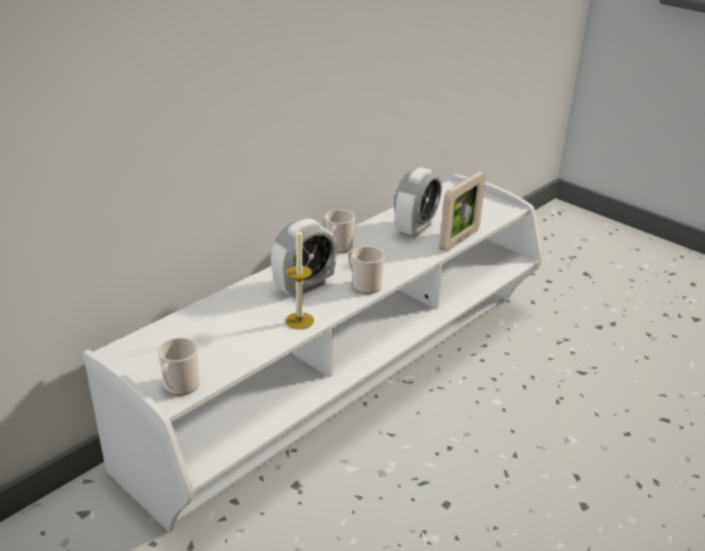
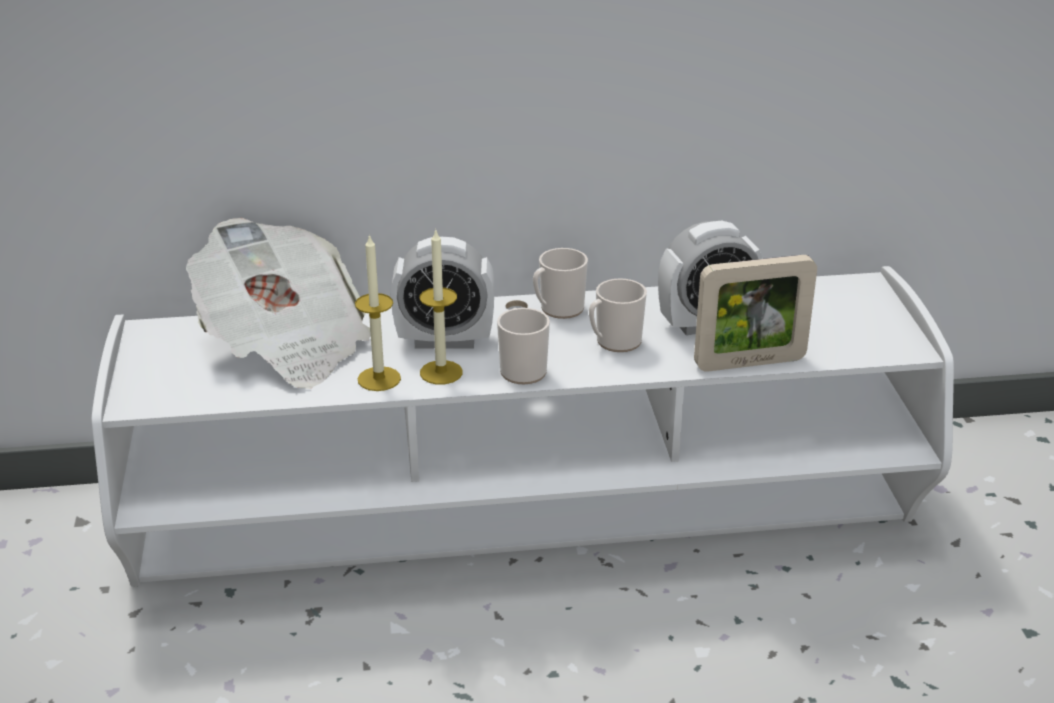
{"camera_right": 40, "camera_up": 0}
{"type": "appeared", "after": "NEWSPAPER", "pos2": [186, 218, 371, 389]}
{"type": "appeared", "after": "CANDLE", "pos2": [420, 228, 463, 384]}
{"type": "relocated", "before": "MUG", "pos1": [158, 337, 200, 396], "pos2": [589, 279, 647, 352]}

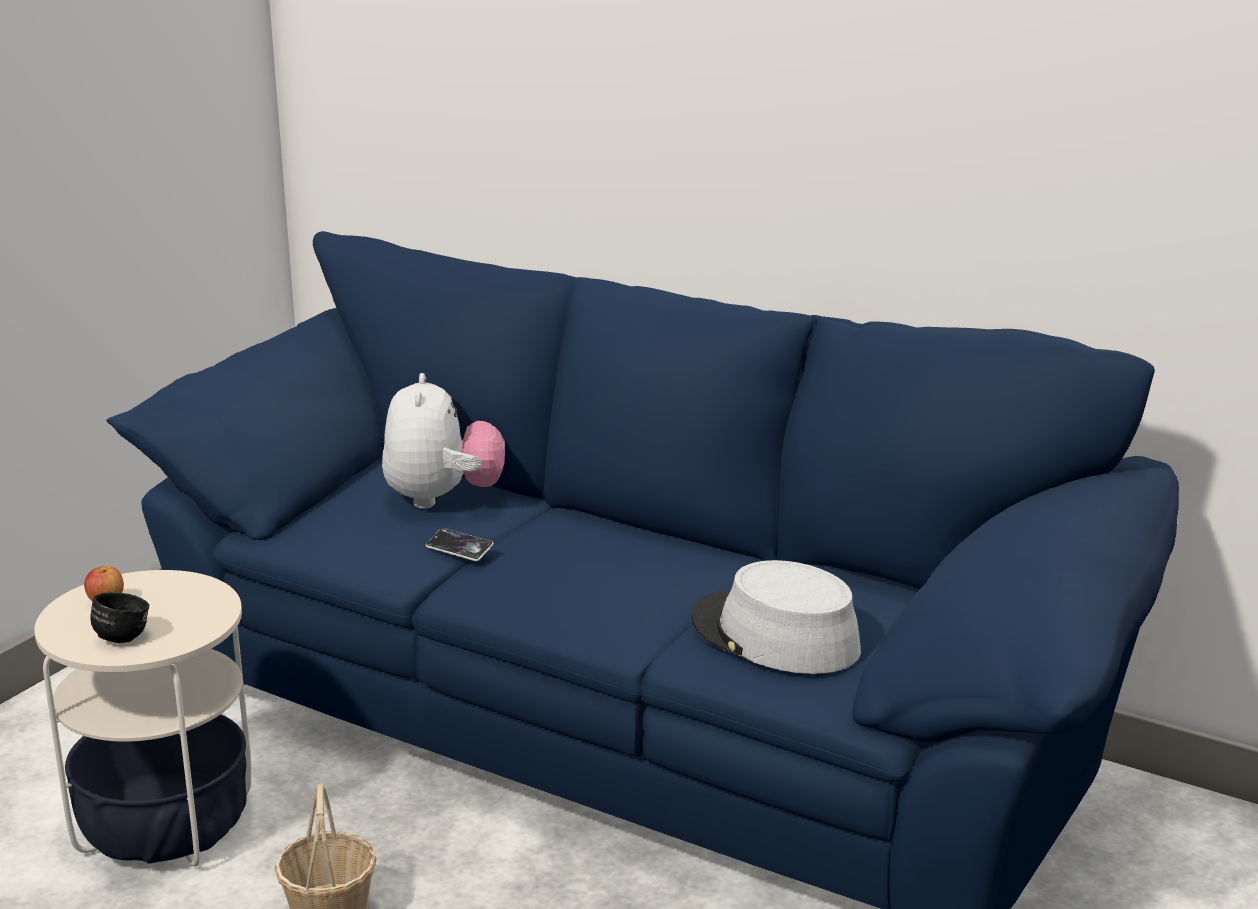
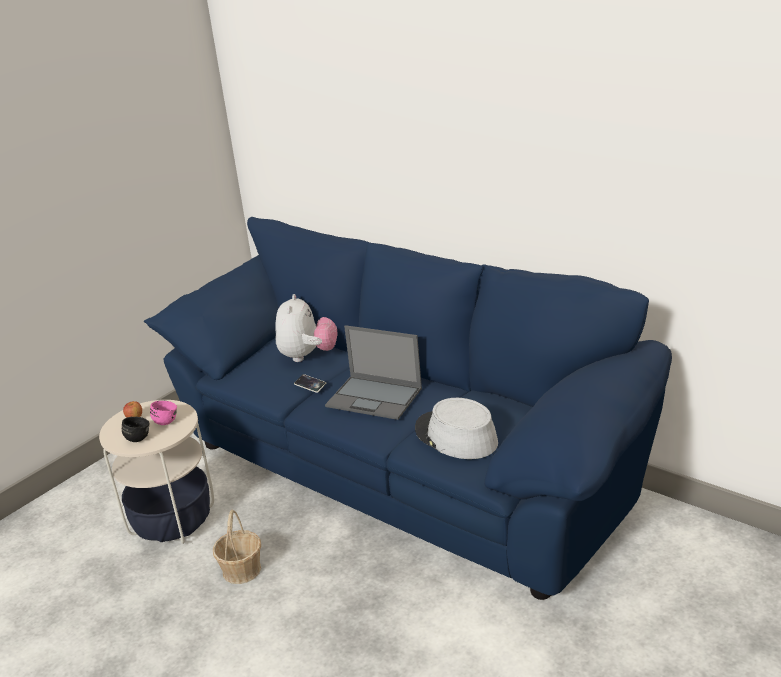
{"camera_right": 10, "camera_up": 5}
{"type": "appeared", "after": "PINK MUG", "pos2": [150, 400, 177, 425]}
{"type": "appeared", "after": "LAPTOP", "pos2": [325, 325, 422, 420]}

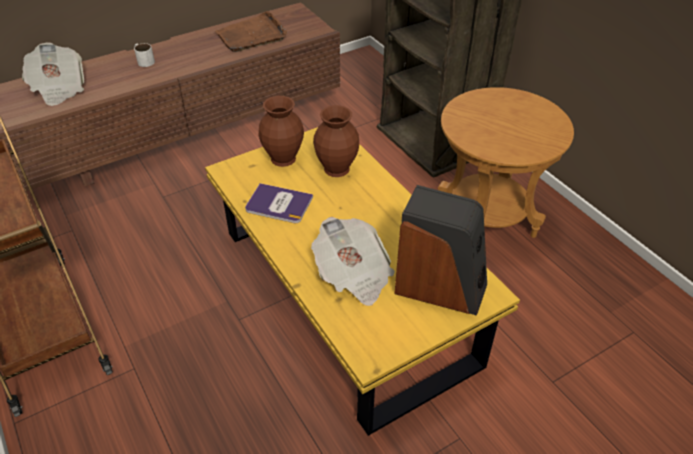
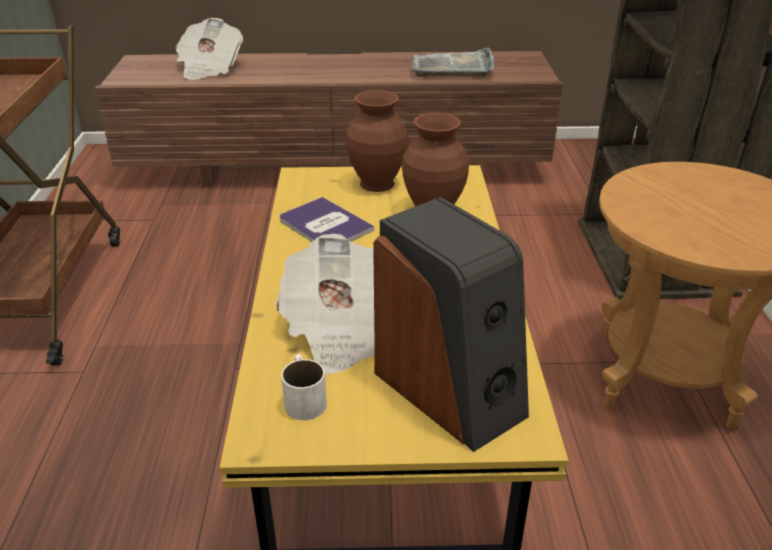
{"camera_right": 30, "camera_up": -10}
{"type": "relocated", "before": "WHITE MUG", "pos1": [134, 43, 155, 67], "pos2": [281, 354, 327, 420]}
{"type": "colour", "before": "BROWN TRAY", "after": "GREY TRAY", "pos1": [215, 11, 288, 52], "pos2": [412, 48, 494, 77]}

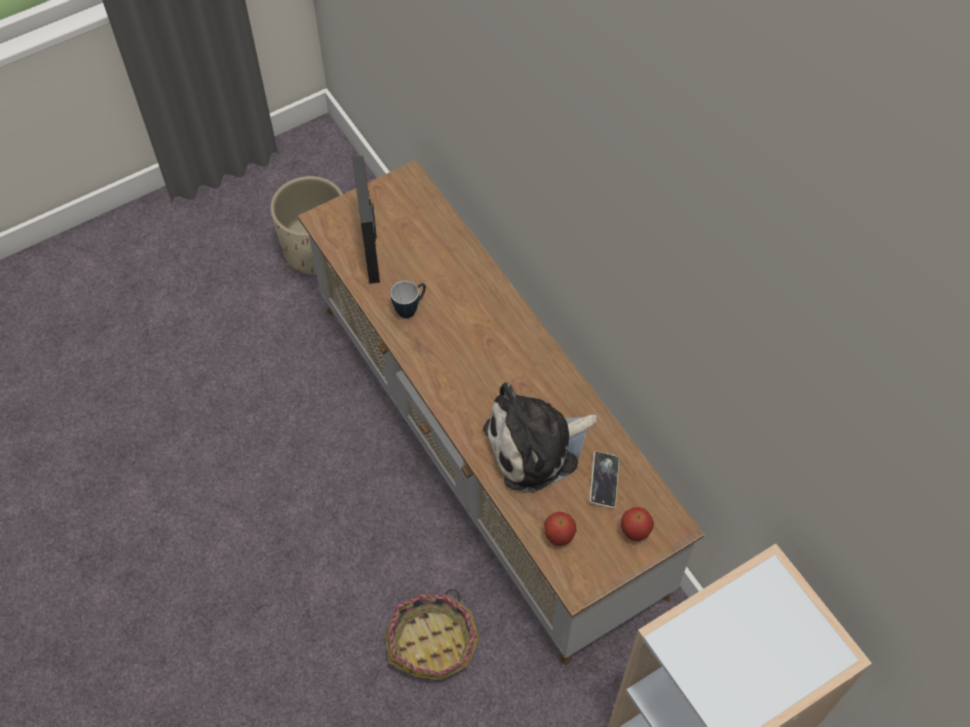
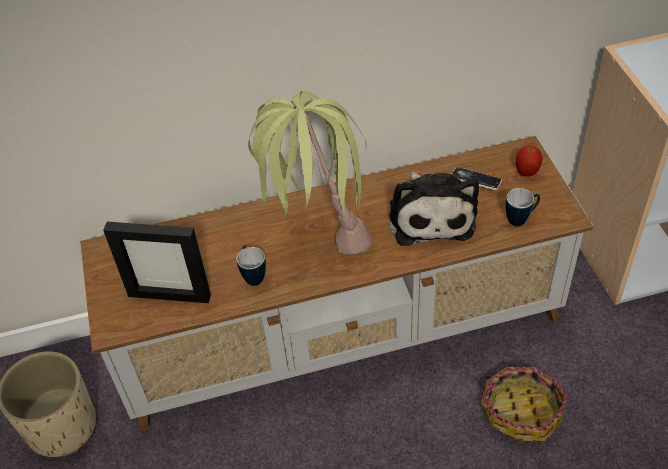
{"camera_right": -70, "camera_up": -10}
{"type": "appeared", "after": "POTTED PLANT", "pos2": [248, 91, 371, 255]}
{"type": "exchanged", "before": "APPLE", "after": "MUG", "pos1": [544, 512, 576, 546], "pos2": [506, 188, 540, 226]}

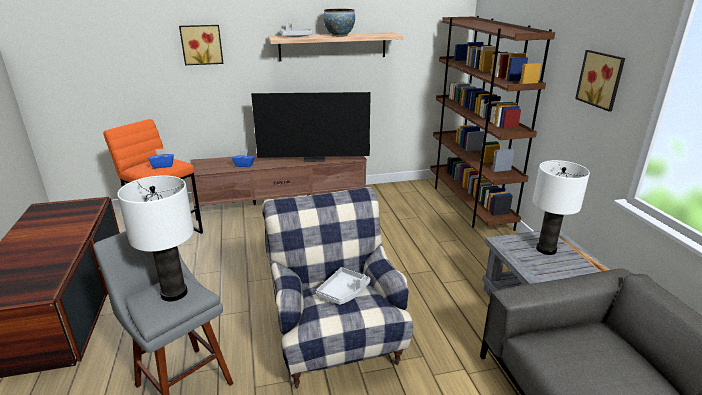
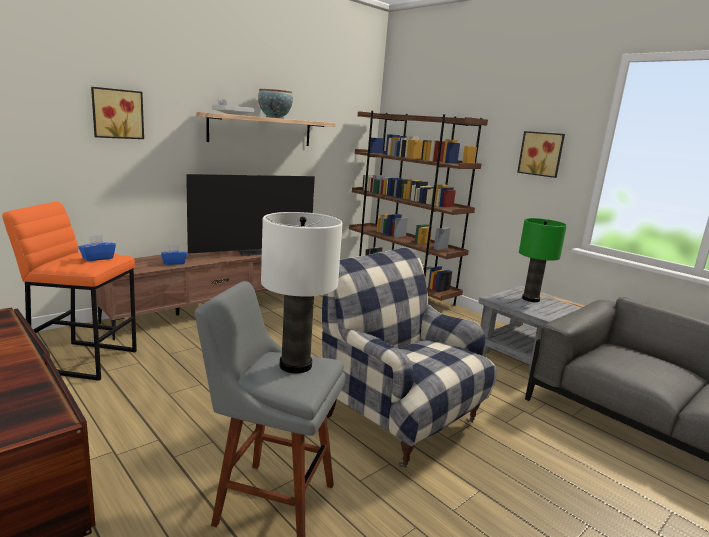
{"camera_right": -30, "camera_up": -10}
{"type": "colour", "before": "WHITE TABLE LAMP", "after": "GREEN TABLE LAMP", "pos1": [533, 160, 590, 255], "pos2": [519, 218, 567, 302]}
{"type": "missing", "before": "GREY TRAY", "pos1": [316, 267, 370, 305]}

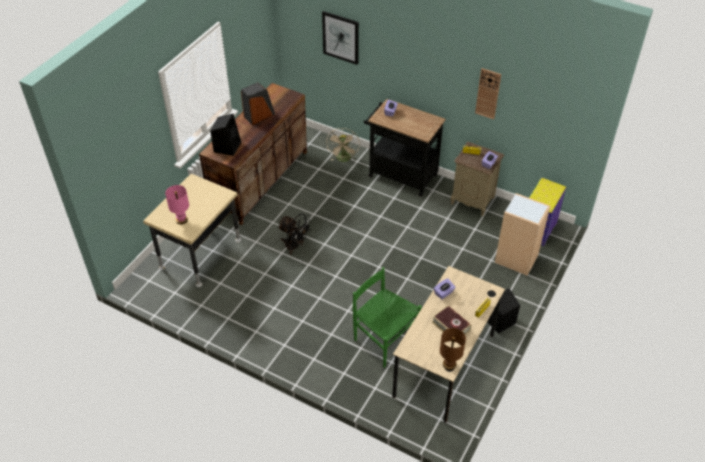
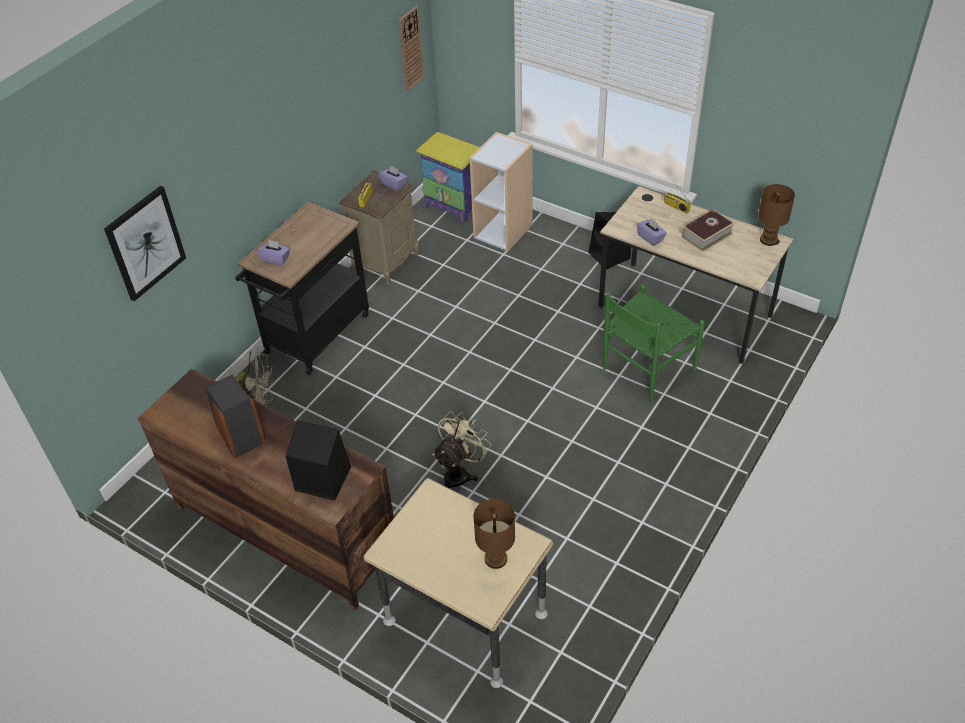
{"camera_right": -85, "camera_up": 0}
{"type": "relocated", "before": "WALL CLOCK", "pos1": [475, 68, 501, 119], "pos2": [399, 6, 424, 91]}
{"type": "colour", "before": "BLACK FAN", "after": "BEIGE FAN", "pos1": [278, 214, 312, 255], "pos2": [432, 411, 492, 488]}
{"type": "colour", "before": "PINK TABLE LAMP", "after": "BROWN TABLE LAMP", "pos1": [165, 185, 189, 224], "pos2": [474, 499, 515, 569]}

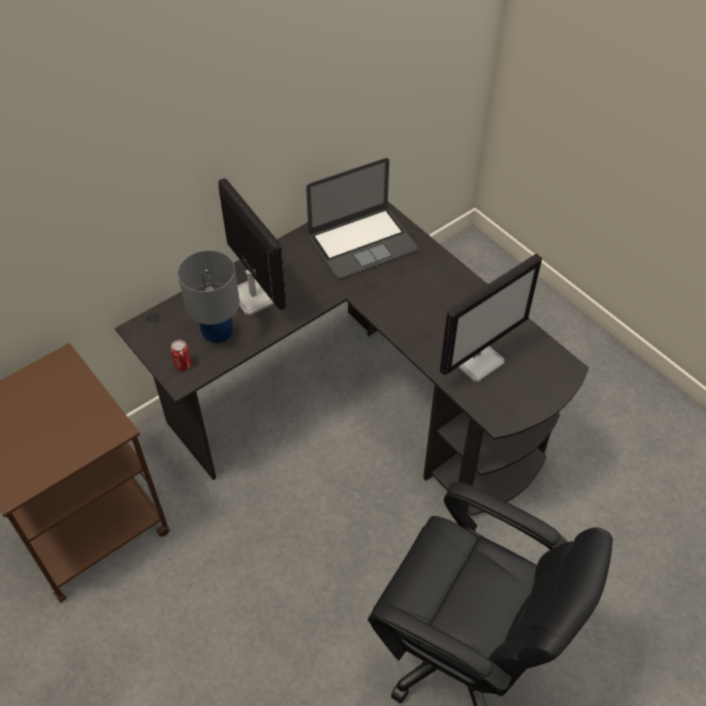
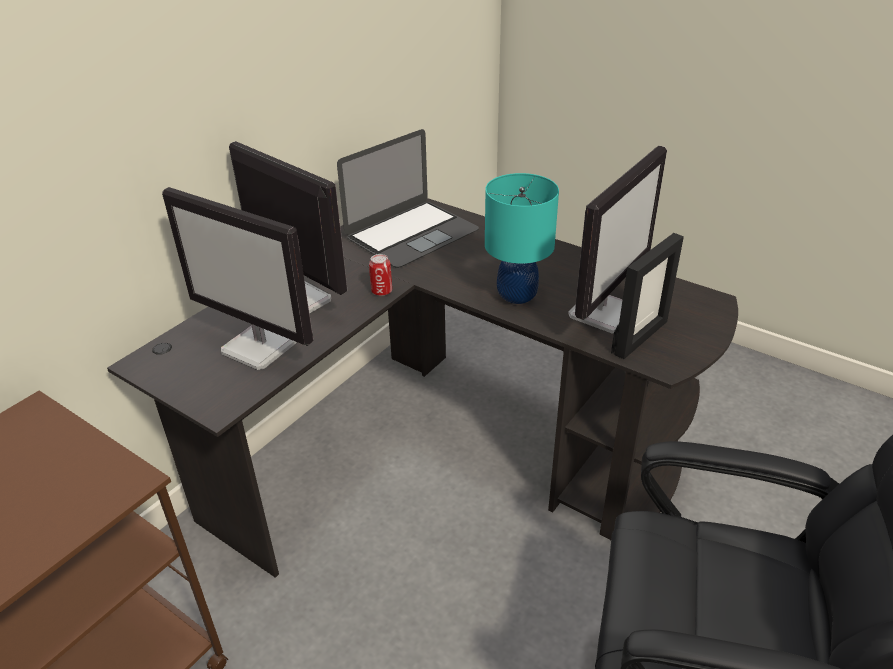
{"camera_right": -15, "camera_up": -15}
{"type": "exchanged", "before": "GREY TABLE LAMP", "after": "MONITOR", "pos1": [178, 250, 240, 343], "pos2": [162, 187, 313, 370]}
{"type": "relocated", "before": "CAN", "pos1": [170, 340, 192, 371], "pos2": [369, 254, 392, 296]}
{"type": "appeared", "after": "TURQUOISE TABLE LAMP", "pos2": [485, 173, 559, 304]}
{"type": "appeared", "after": "PICTURE FRAME", "pos2": [611, 233, 684, 359]}

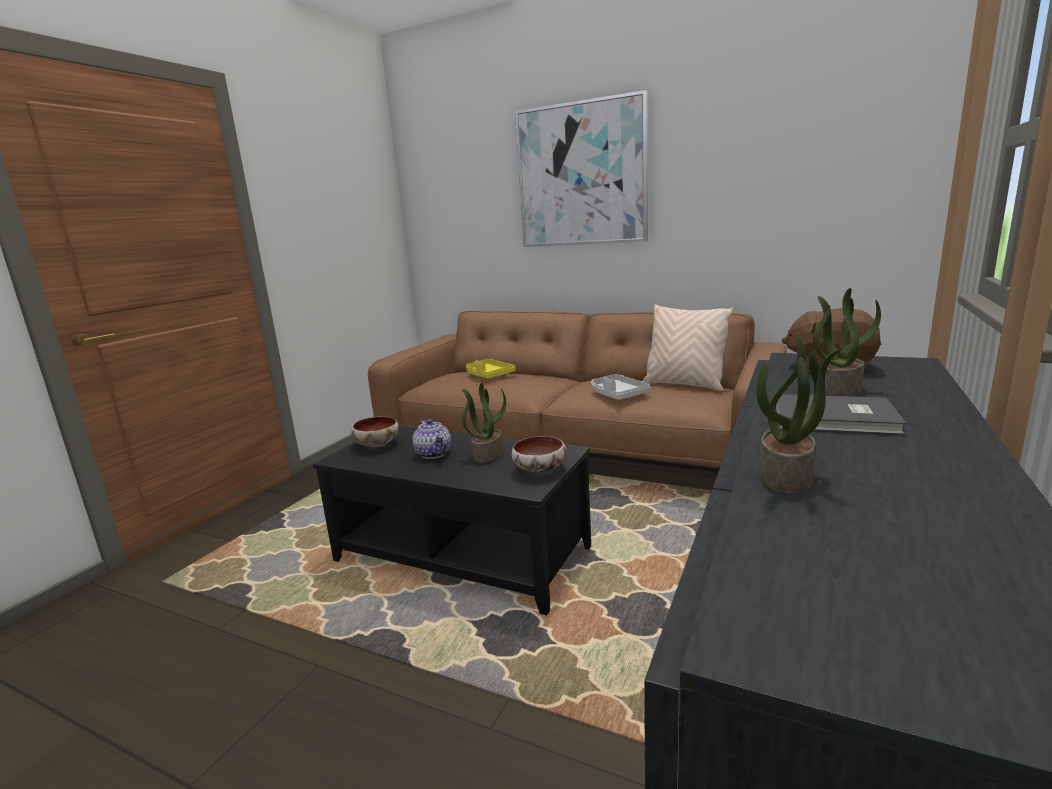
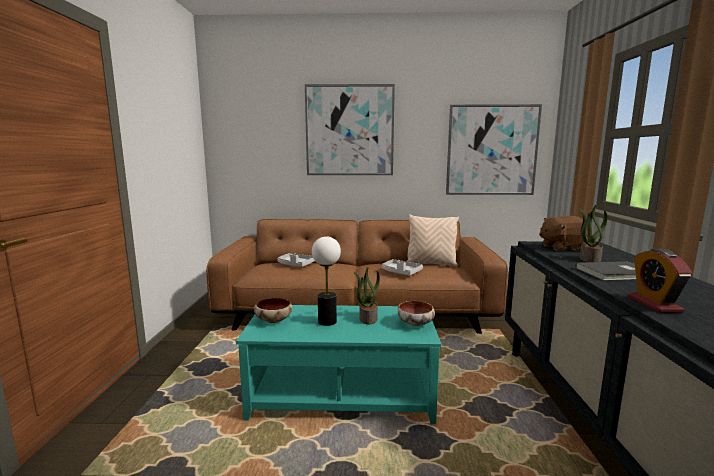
{"camera_right": -25, "camera_up": -5}
{"type": "colour", "before": "BLACK COFFEE TABLE", "after": "TURQUOISE COFFEE TABLE", "pos1": [313, 426, 591, 615], "pos2": [236, 305, 441, 424]}
{"type": "colour", "before": "YELLOW TRAY", "after": "GREY TRAY", "pos1": [466, 359, 516, 379], "pos2": [278, 253, 315, 267]}
{"type": "exchanged", "before": "TEAPOT", "after": "TABLE LAMP", "pos1": [412, 419, 451, 459], "pos2": [312, 236, 341, 326]}
{"type": "appeared", "after": "PICTURE", "pos2": [446, 104, 542, 195]}
{"type": "exchanged", "before": "POTTED PLANT", "after": "ALARM CLOCK", "pos1": [756, 336, 843, 494], "pos2": [628, 249, 692, 313]}

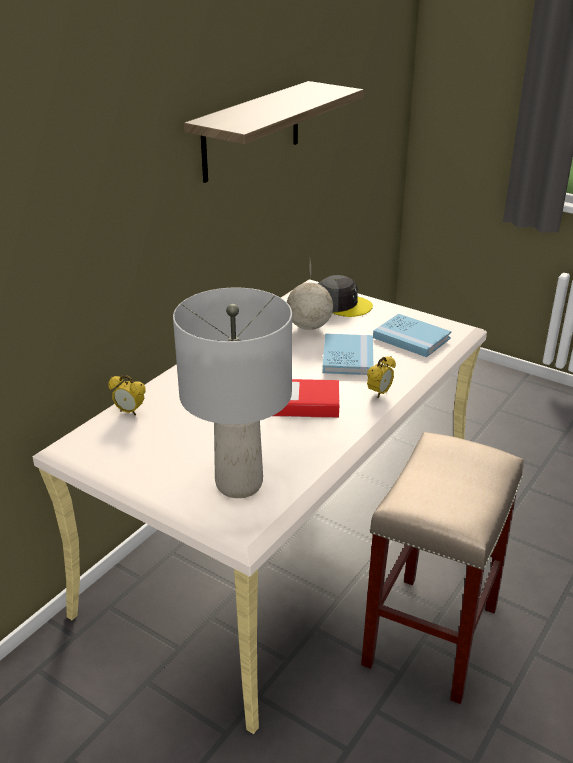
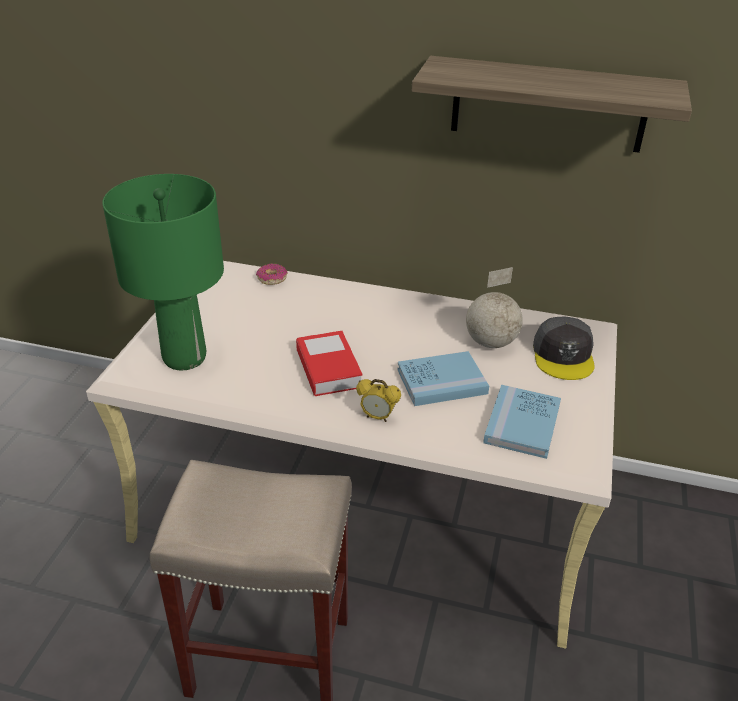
{"camera_right": 70, "camera_up": 5}
{"type": "colour", "before": "GREY TABLE LAMP", "after": "GREEN TABLE LAMP", "pos1": [173, 288, 292, 498], "pos2": [102, 174, 224, 370]}
{"type": "exchanged", "before": "ALARM CLOCK", "after": "DONUT", "pos1": [108, 375, 145, 416], "pos2": [256, 263, 288, 285]}

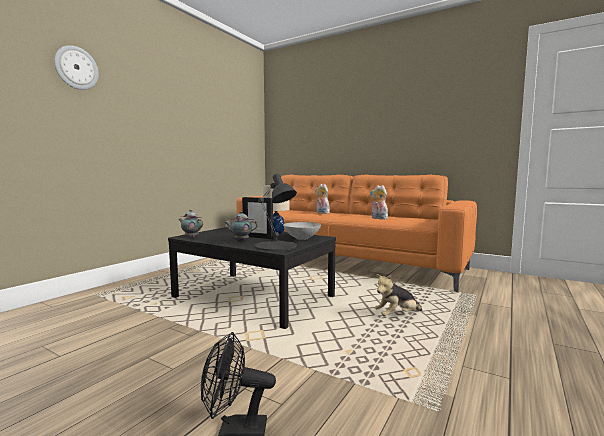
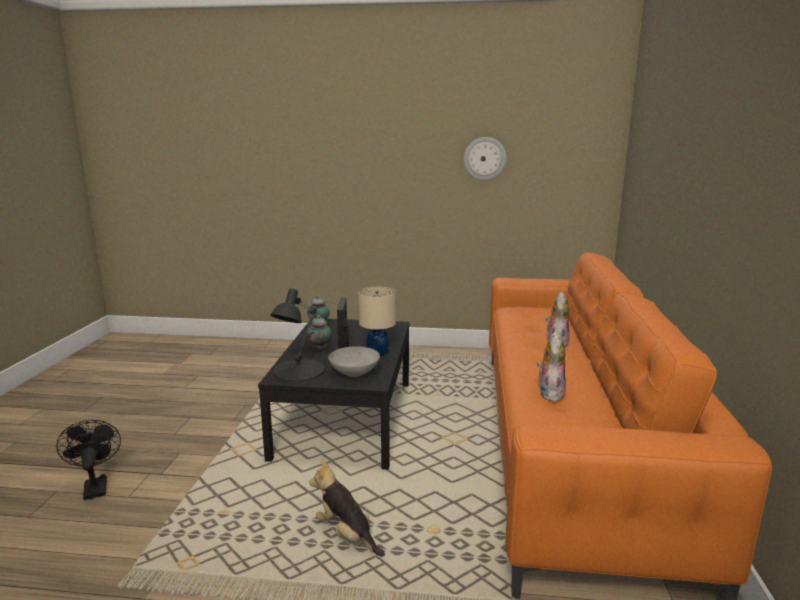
{"camera_right": 65, "camera_up": 10}
{"type": "relocated", "before": "WALL CLOCK", "pos1": [54, 45, 99, 90], "pos2": [464, 137, 507, 181]}

